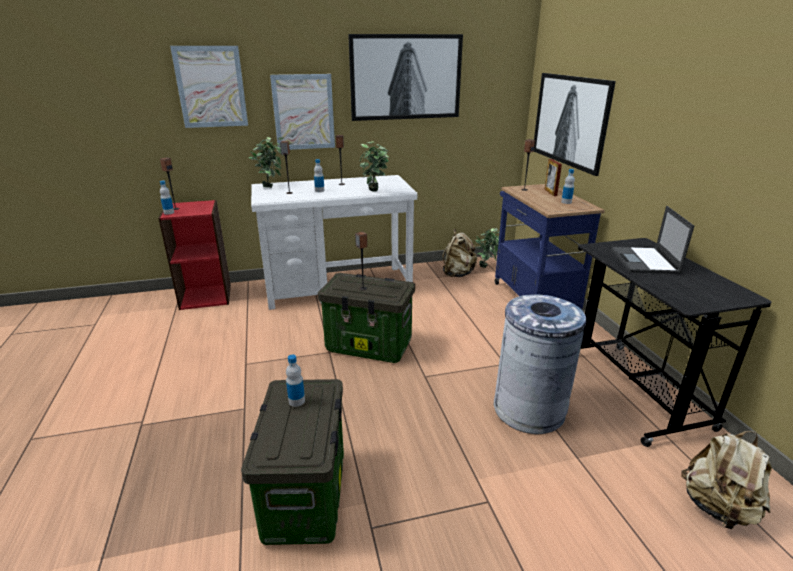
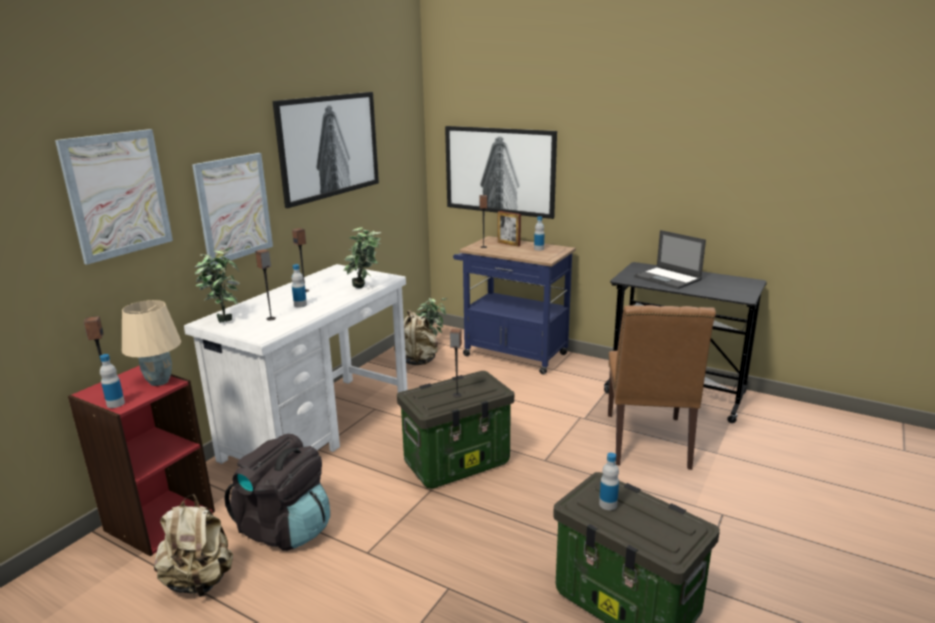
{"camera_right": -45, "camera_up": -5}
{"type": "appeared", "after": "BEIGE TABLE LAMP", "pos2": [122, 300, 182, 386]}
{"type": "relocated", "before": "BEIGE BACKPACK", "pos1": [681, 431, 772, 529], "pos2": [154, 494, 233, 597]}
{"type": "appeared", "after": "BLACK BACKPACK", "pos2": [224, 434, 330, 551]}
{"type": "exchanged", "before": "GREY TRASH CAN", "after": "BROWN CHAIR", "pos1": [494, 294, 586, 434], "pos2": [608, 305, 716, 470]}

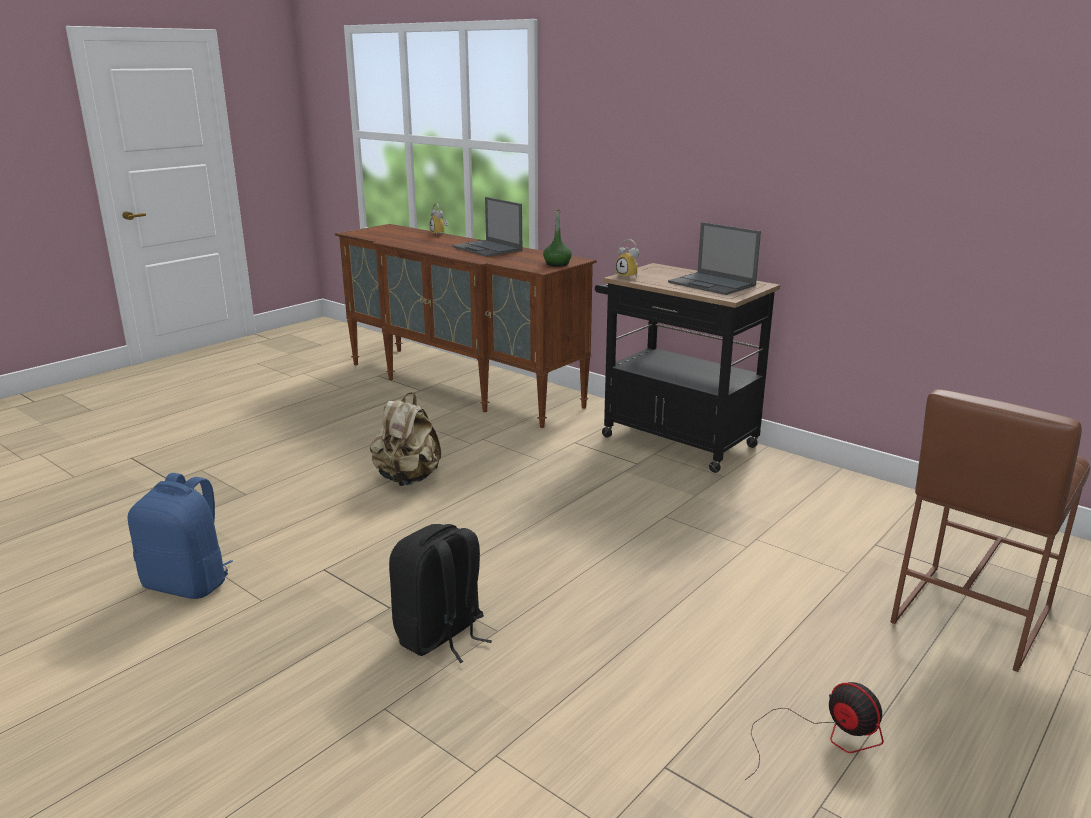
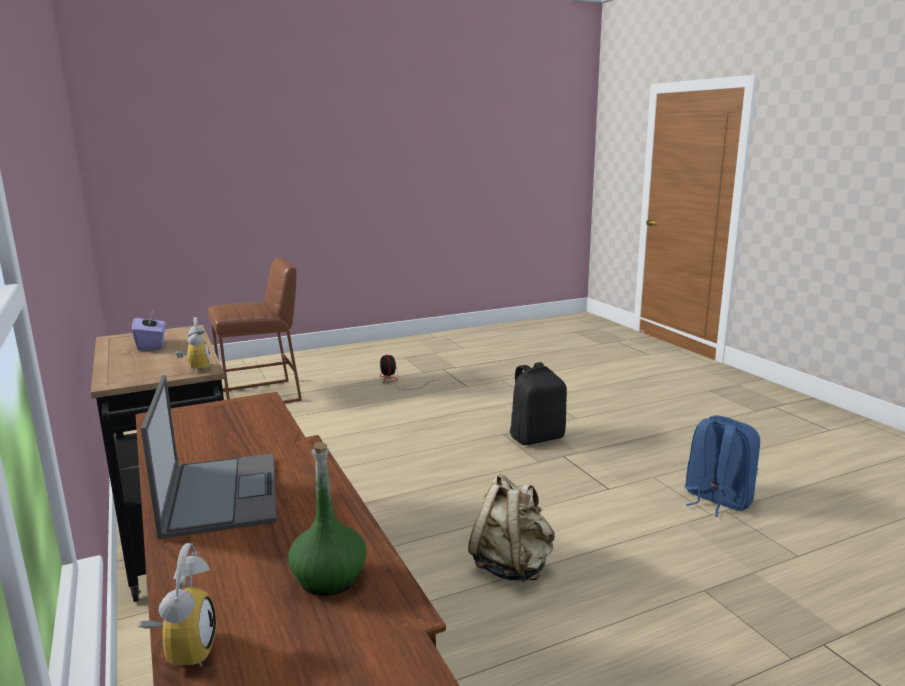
{"camera_right": -155, "camera_up": -5}
{"type": "exchanged", "before": "LAPTOP", "after": "PURPLE TISSUE BOX", "pos1": [668, 222, 761, 295], "pos2": [132, 311, 166, 351]}
{"type": "relocated", "before": "GREEN BOTTLE", "pos1": [543, 209, 572, 267], "pos2": [288, 442, 367, 596]}

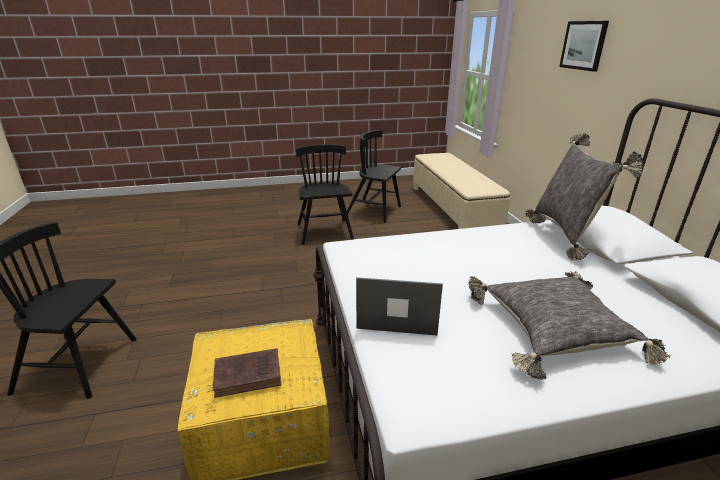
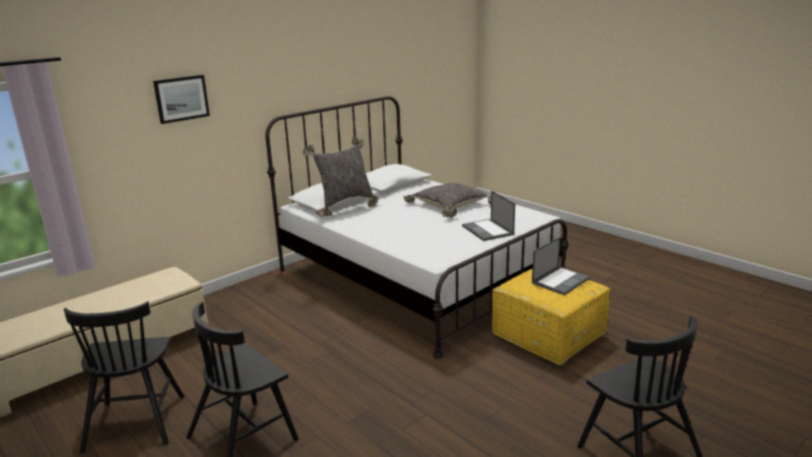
{"camera_right": -120, "camera_up": -5}
{"type": "exchanged", "before": "BROWN BOOK", "after": "LAPTOP", "pos1": [213, 348, 282, 398], "pos2": [532, 237, 590, 295]}

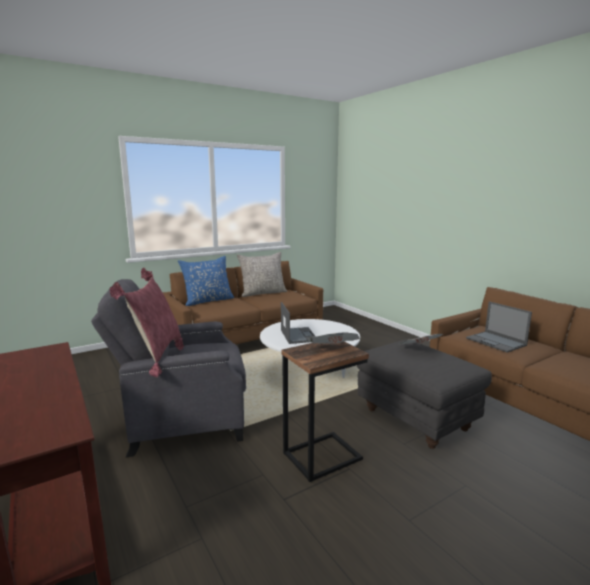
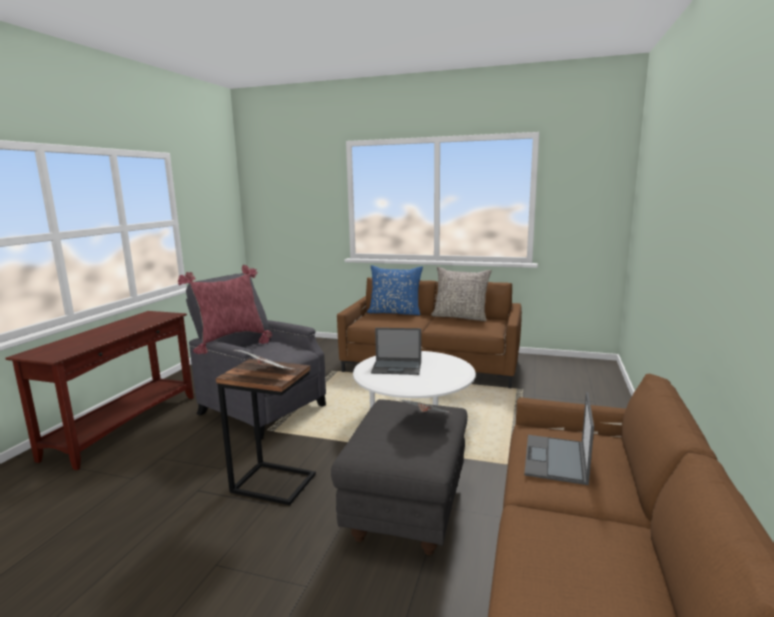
{"camera_right": 50, "camera_up": 0}
{"type": "spun", "before": "LAPTOP", "pos1": [281, 302, 316, 344], "pos2": [371, 328, 421, 375], "turn": 60}

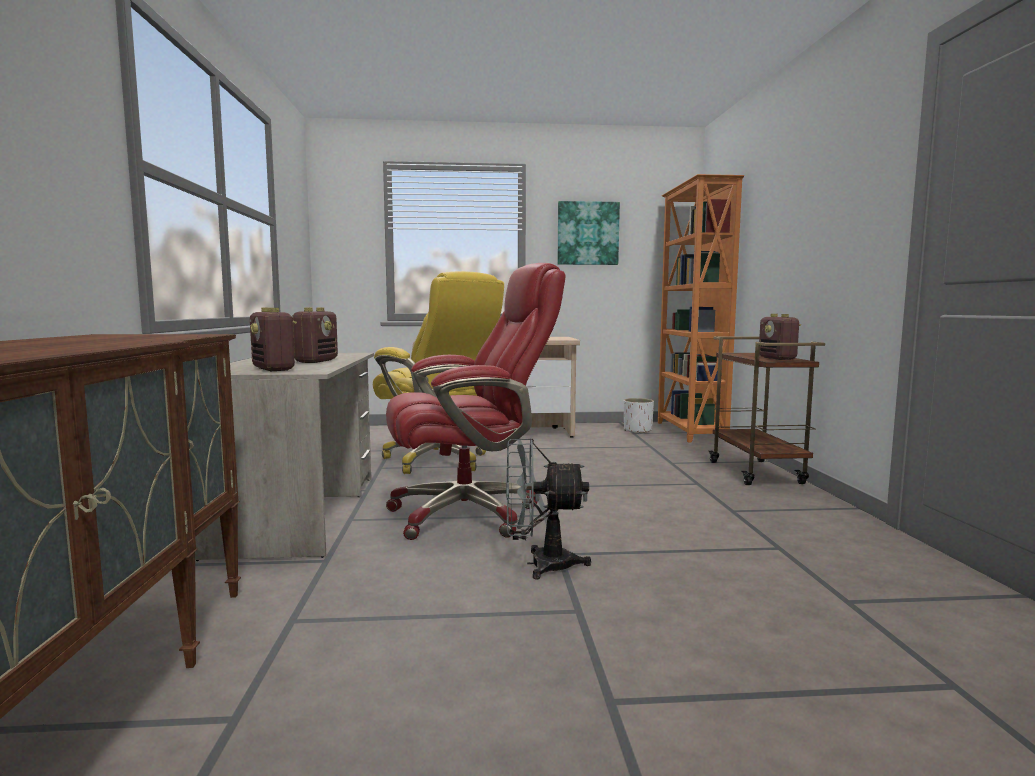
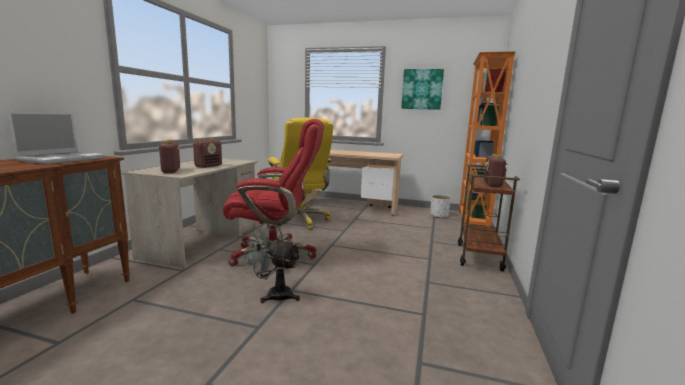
{"camera_right": 20, "camera_up": 5}
{"type": "appeared", "after": "LAPTOP", "pos2": [8, 112, 106, 164]}

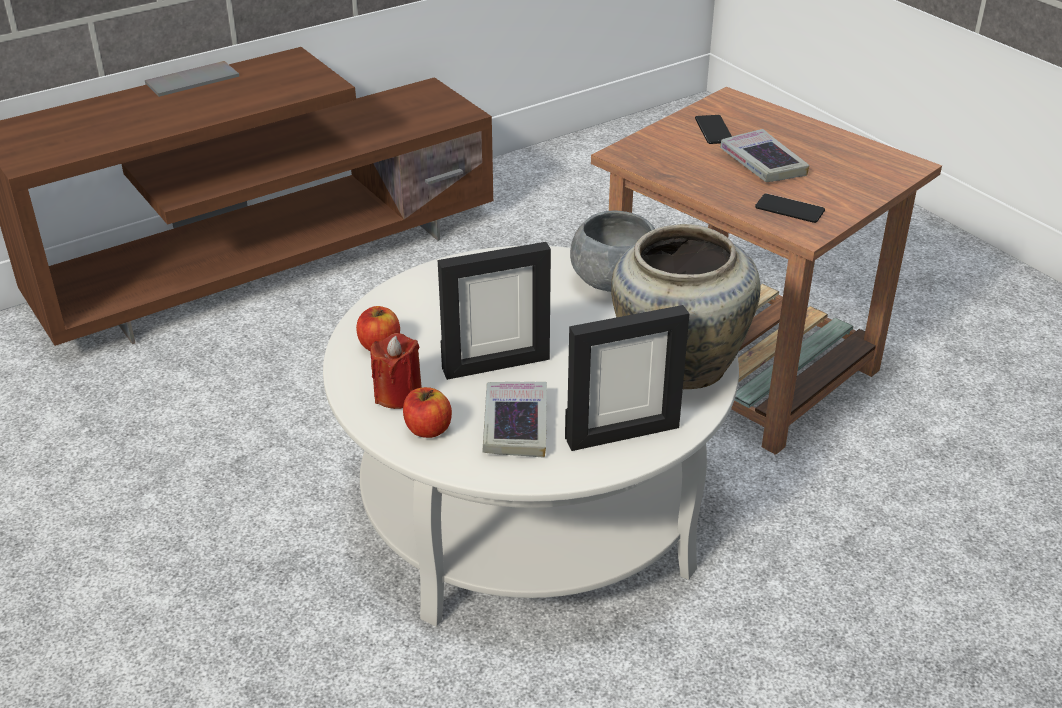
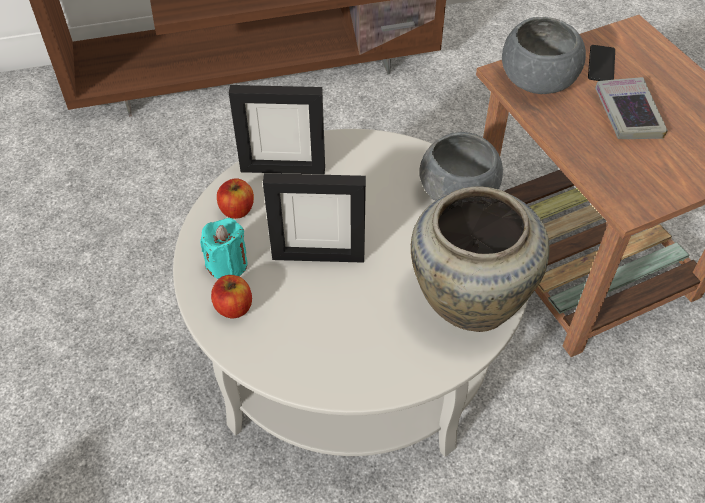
{"camera_right": 20, "camera_up": 15}
{"type": "colour", "before": "RED CANDLE", "after": "TURQUOISE CANDLE", "pos1": [370, 333, 422, 409], "pos2": [200, 218, 248, 279]}
{"type": "relocated", "before": "PICTURE FRAME", "pos1": [565, 305, 689, 451], "pos2": [229, 85, 325, 174]}
{"type": "appeared", "after": "GREY BOWL", "pos2": [502, 17, 586, 94]}
{"type": "missing", "before": "BOOK", "pos1": [482, 382, 547, 458]}
{"type": "missing", "before": "PHONE", "pos1": [755, 193, 825, 223]}

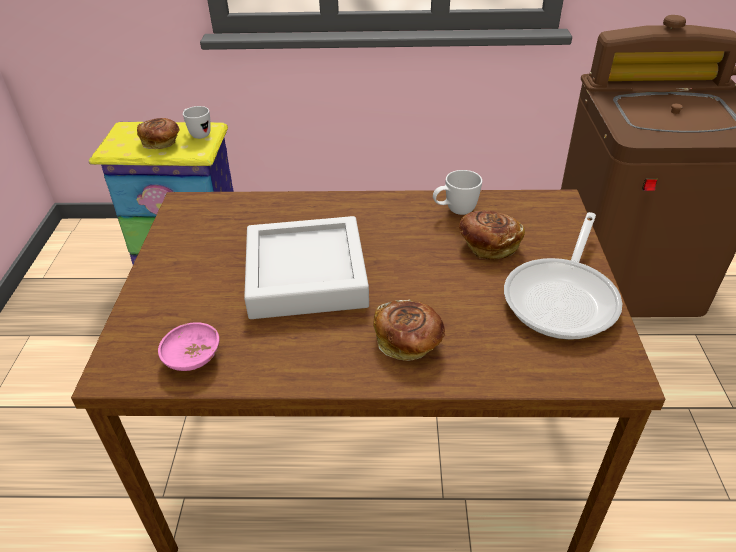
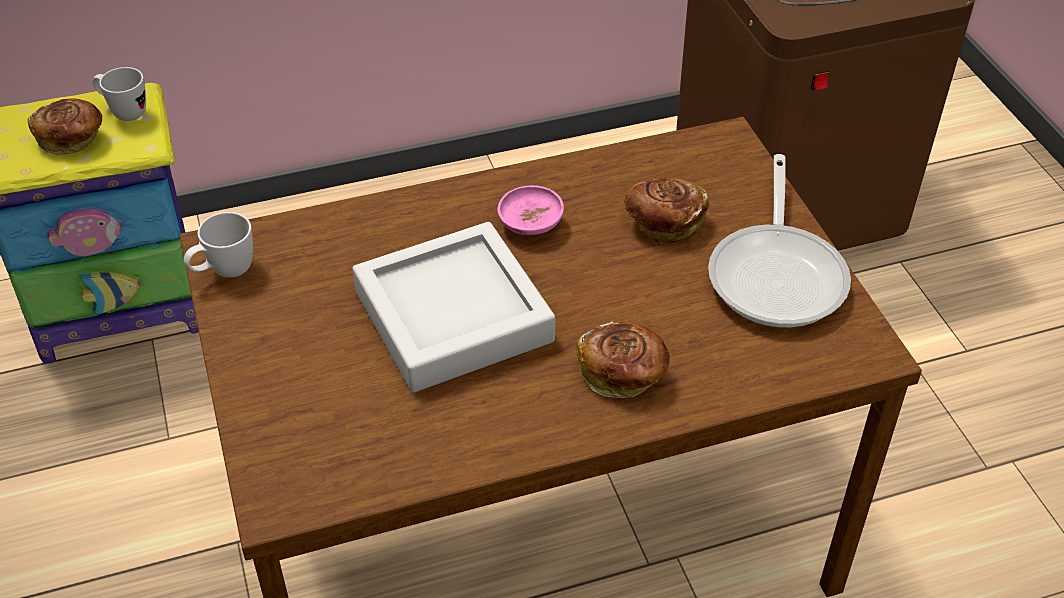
{"camera_right": -20, "camera_up": 5}
{"type": "relocated", "before": "WHITE MUG", "pos1": [433, 170, 482, 215], "pos2": [184, 212, 253, 278]}
{"type": "relocated", "before": "PINK BOWL", "pos1": [158, 322, 219, 371], "pos2": [497, 185, 564, 235]}

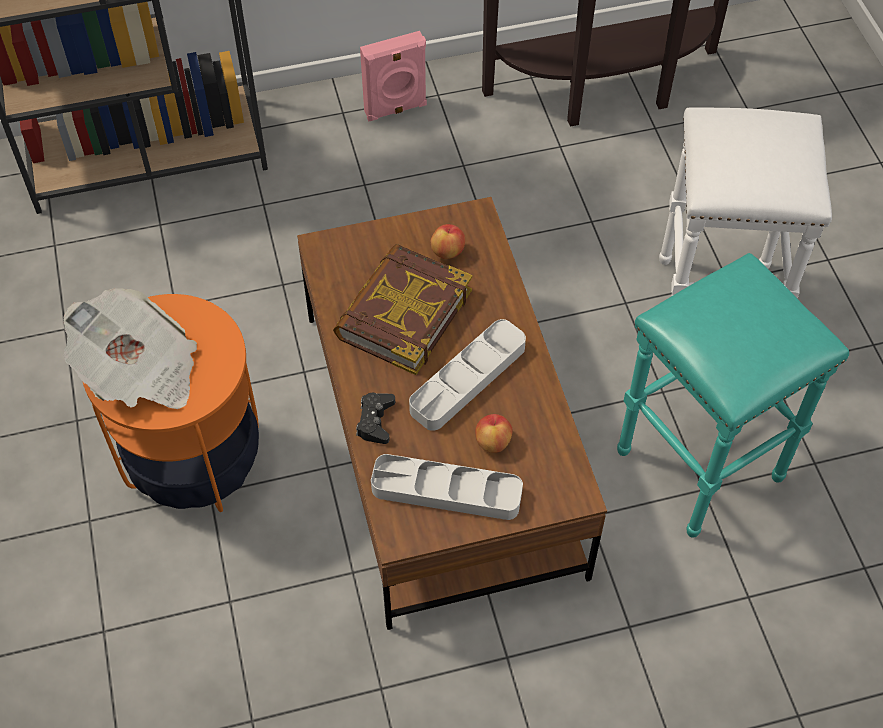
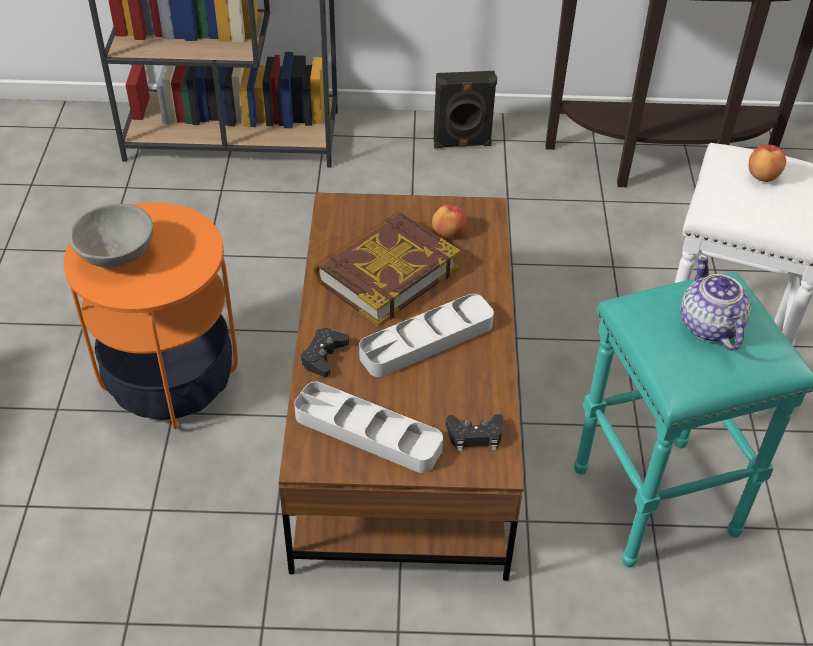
{"camera_right": 15, "camera_up": -10}
{"type": "exchanged", "before": "NEWSPAPER", "after": "GREY BOWL", "pos1": [63, 288, 197, 409], "pos2": [69, 204, 153, 268]}
{"type": "colour", "before": "PINK SPEAKER", "after": "BLACK SPEAKER", "pos1": [360, 31, 427, 122], "pos2": [433, 71, 497, 148]}
{"type": "appeared", "after": "BLACK GAME CONTROLLER", "pos2": [446, 414, 504, 451]}
{"type": "appeared", "after": "TEAPOT", "pos2": [680, 254, 751, 351]}
{"type": "relocated", "before": "APPLE", "pos1": [475, 414, 513, 453], "pos2": [749, 145, 786, 182]}

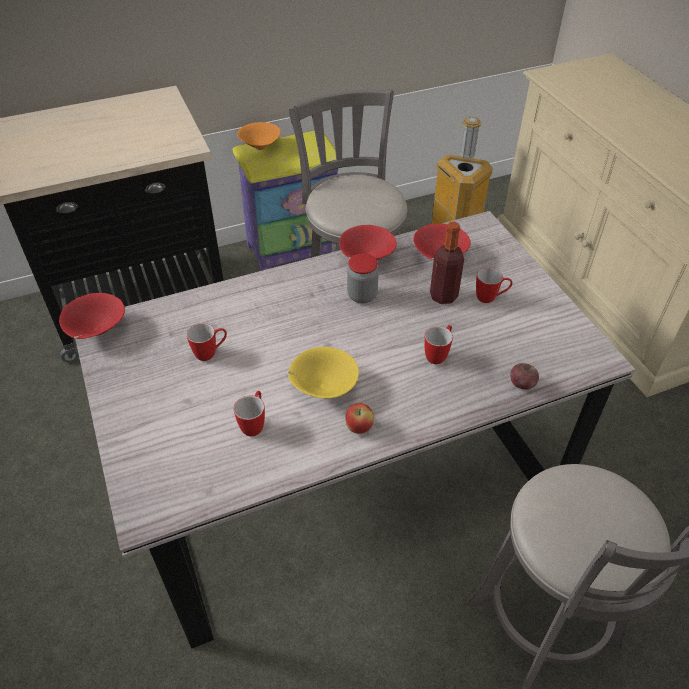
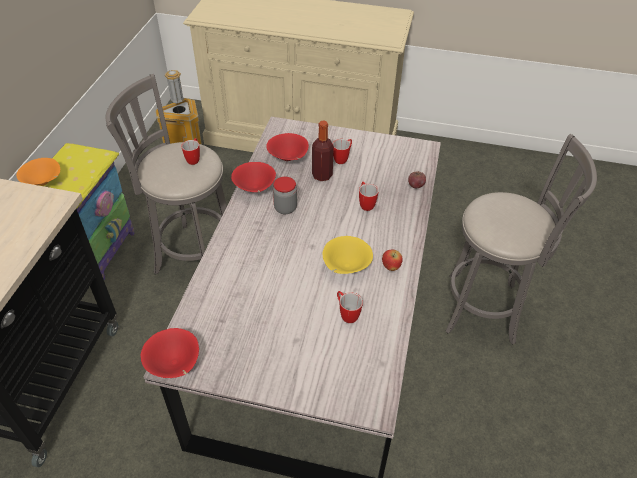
{"camera_right": -55, "camera_up": 0}
{"type": "relocated", "before": "MUG", "pos1": [187, 323, 227, 361], "pos2": [181, 138, 200, 165]}

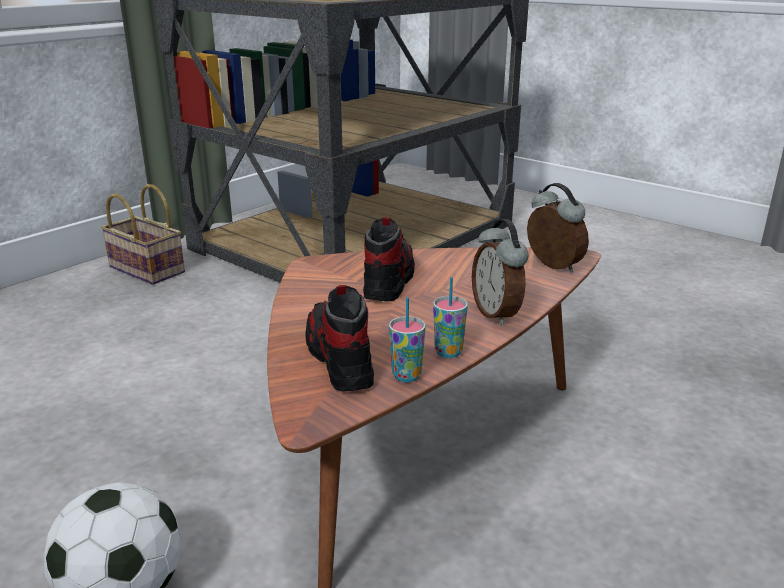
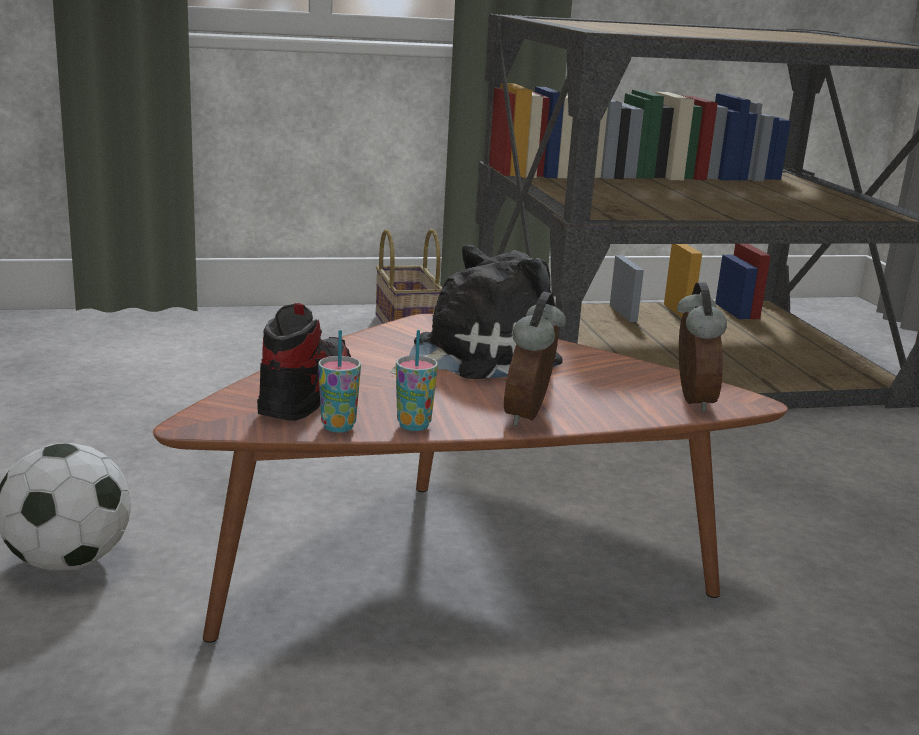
{"camera_right": 35, "camera_up": -5}
{"type": "exchanged", "before": "SHOE", "after": "PLUSH TOY", "pos1": [363, 217, 415, 302], "pos2": [391, 244, 563, 379]}

